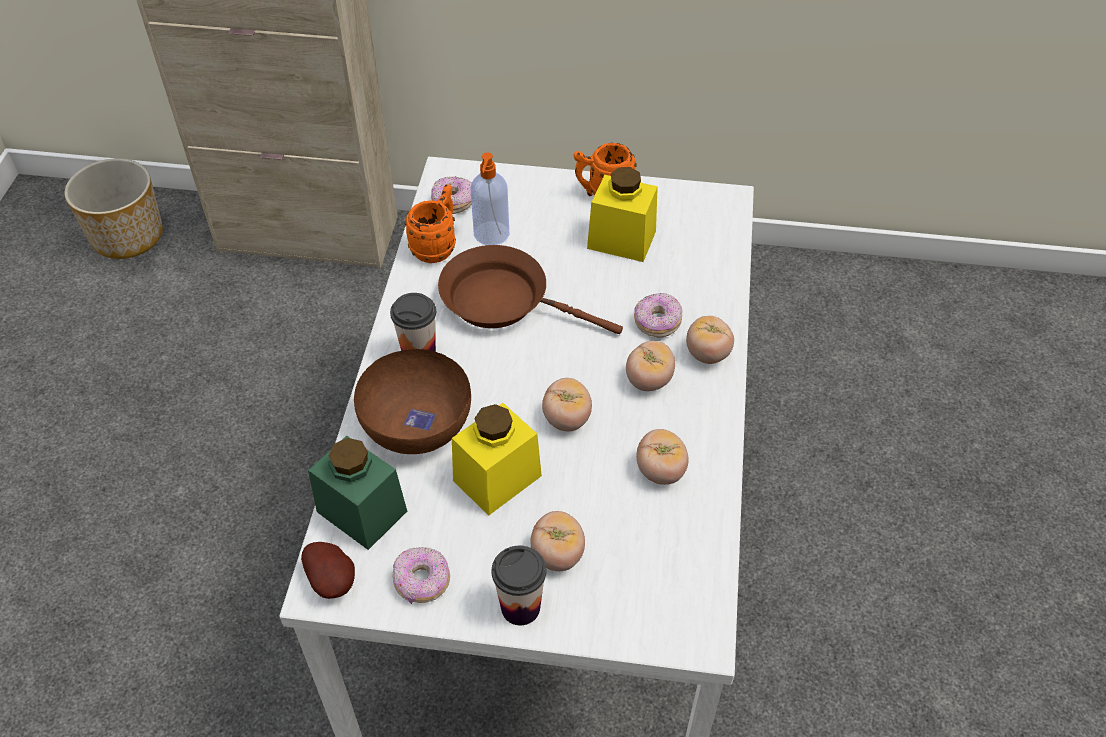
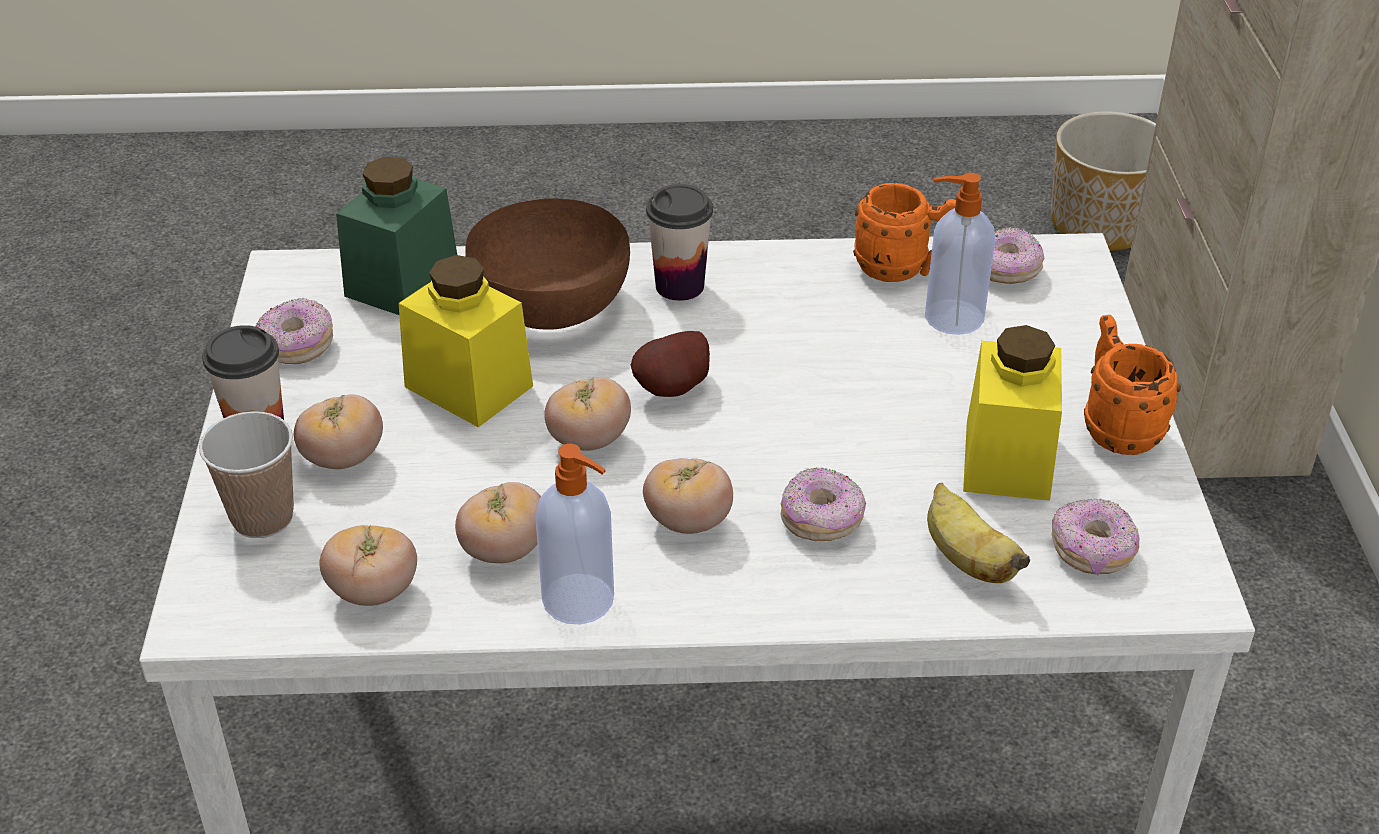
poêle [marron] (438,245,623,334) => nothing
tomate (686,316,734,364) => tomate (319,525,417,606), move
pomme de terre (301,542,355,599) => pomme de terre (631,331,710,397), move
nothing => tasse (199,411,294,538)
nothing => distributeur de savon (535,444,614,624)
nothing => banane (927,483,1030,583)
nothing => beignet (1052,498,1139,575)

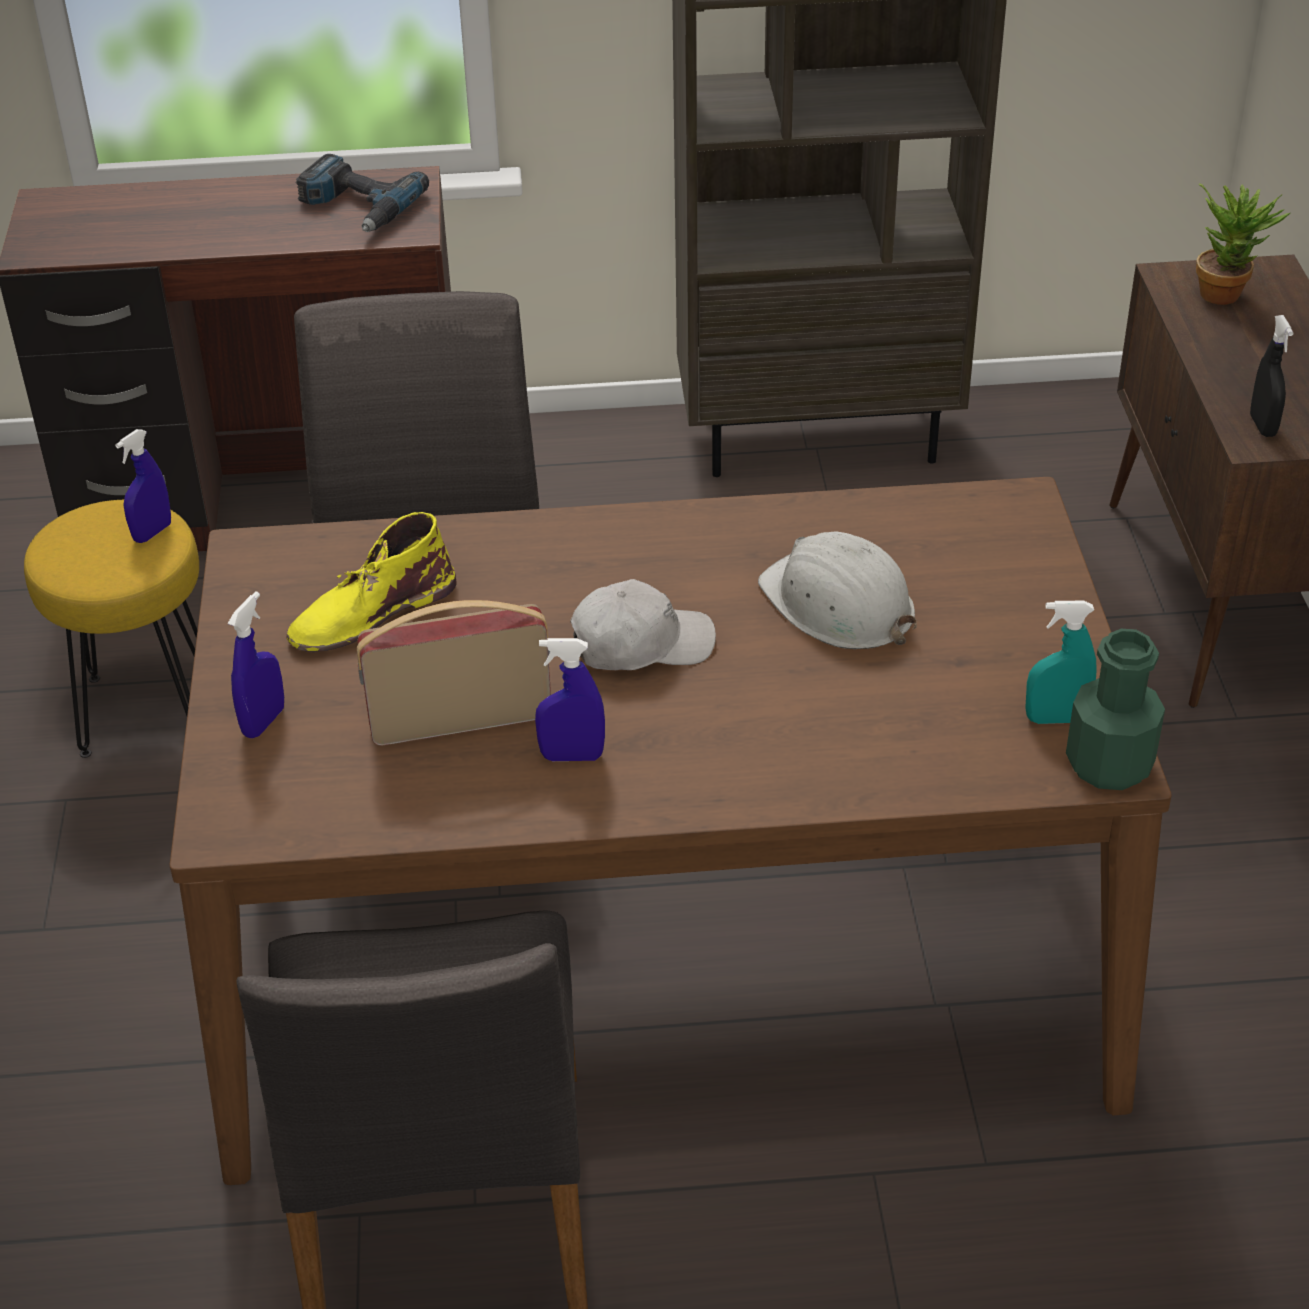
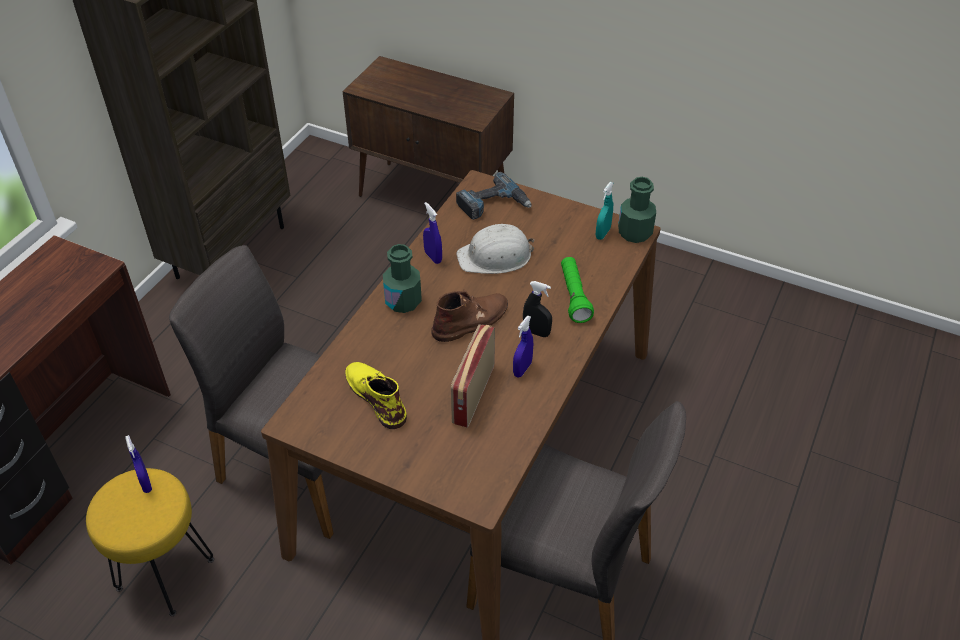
perceuse (296,154,429,232) => perceuse (456,172,532,220), move
plante en pot (1196,183,1290,305) => nothing
vaporisateur [noir] (1250,315,1293,437) => vaporisateur [noir] (523,281,552,337), move
botte [jaune] (287,512,456,652) => botte [jaune] (345,362,407,429), 150 degrees clockwise
casquette [blanc] (570,579,716,670) => botte [marron] (431,289,508,342)
vaporisateur [bleu] (228,591,284,738) => vaporisateur [bleu] (423,202,442,264), move
nothing => bouteille [vert] (383,244,422,313)
nothing => lampe de poche [vert] (561,257,594,323)

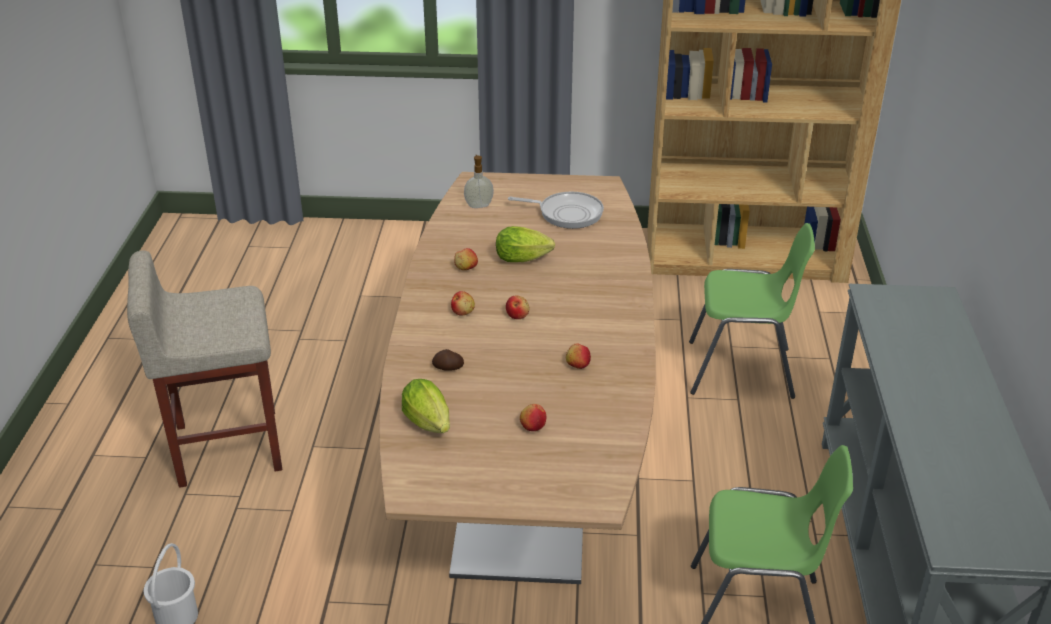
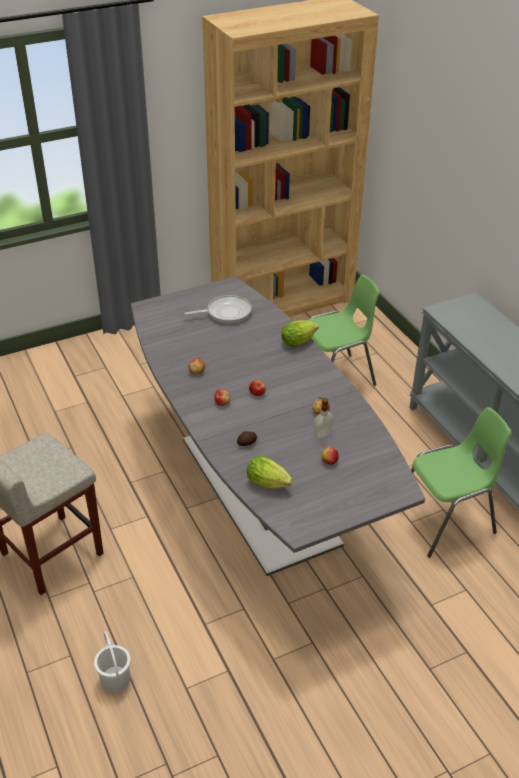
distributeur de savon (464,155,494,208) => distributeur de savon (313,397,334,438), move
table à manger [marron] (379,172,656,584) => table à manger [gris] (131,276,425,576)
laitue (496,226,555,262) => laitue (281,320,319,347), move

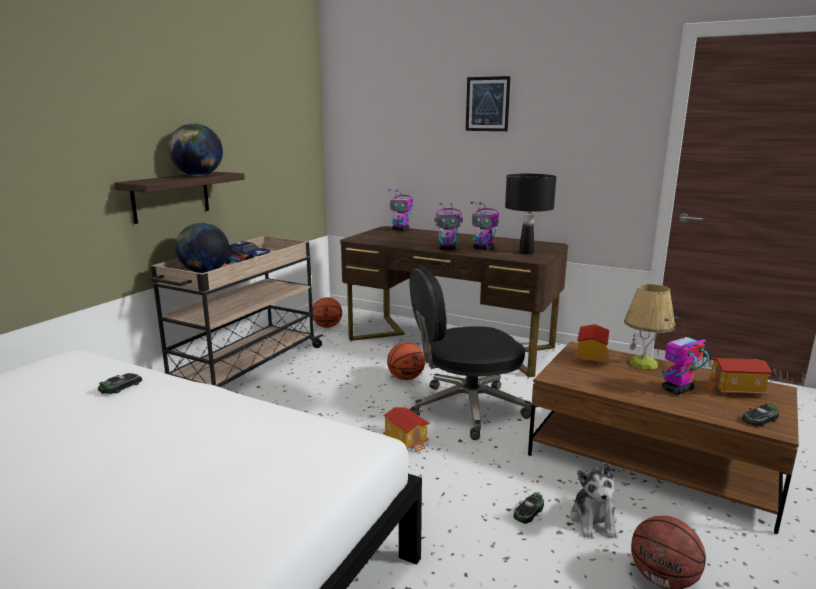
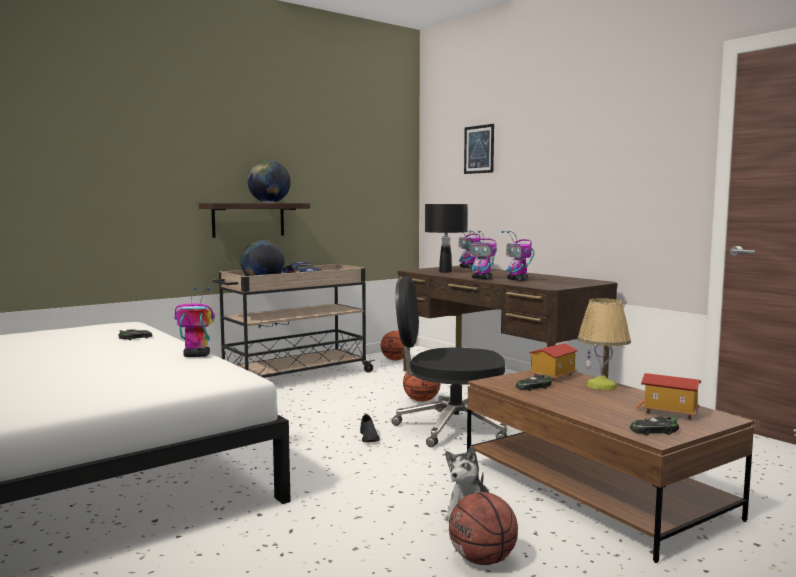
tableau (466,76,511,131) => tableau (464,124,494,174), move
lampe de table [noir] (505,174,556,254) => lampe de table [noir] (425,204,468,273), move
robot jouet (661,316,709,395) => robot jouet (174,287,215,357), move
maison miniature (383,407,430,453) => chaussure [noir] (360,414,380,442)
petite voiture (513,492,544,524) => petite voiture (516,375,552,391), move

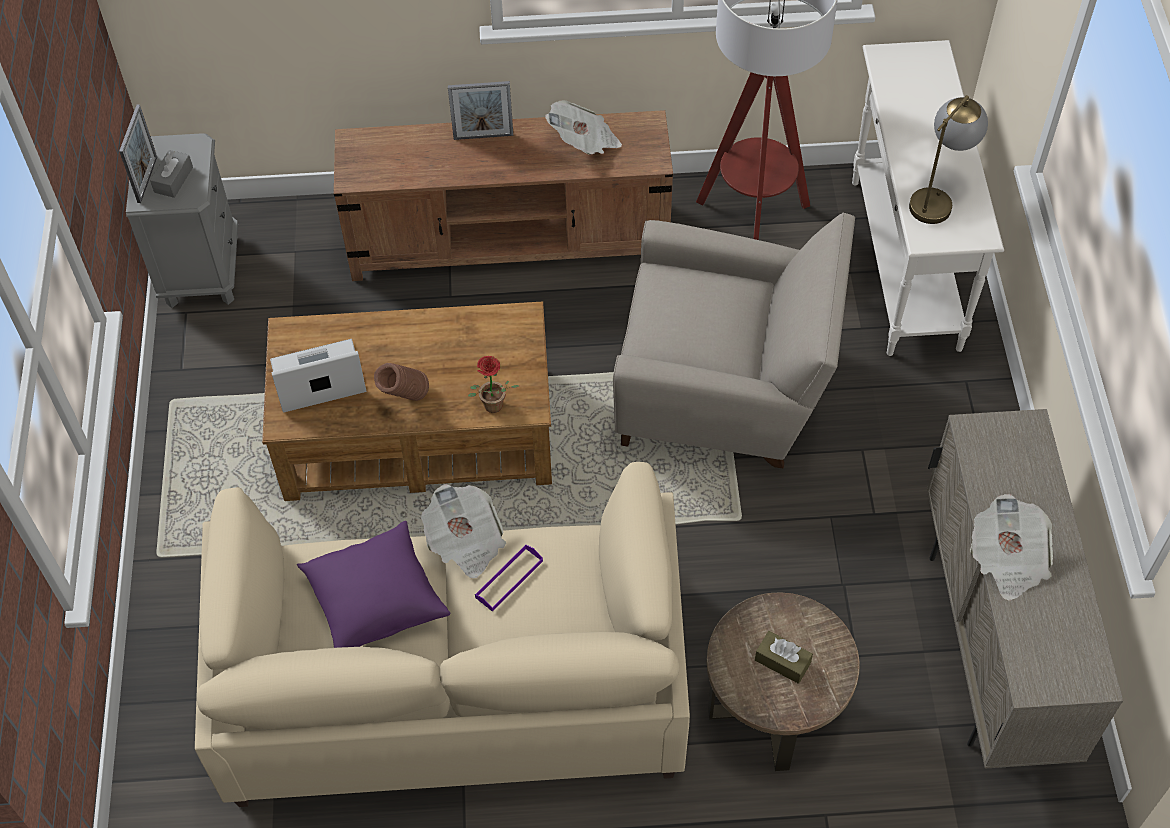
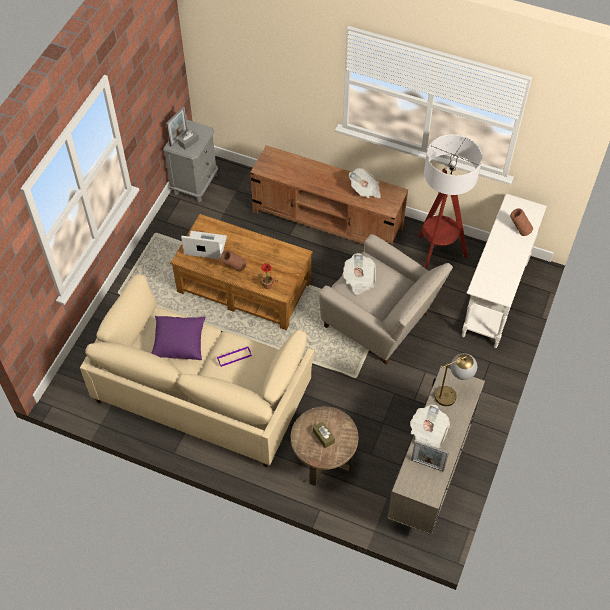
cadre photo (448,81,513,140) => cadre photo (411,440,449,472), move
lampe de table (909,95,988,224) => lampe de table (435,353,477,406), move
journal (421,484,506,578) => journal (343,253,376,295), move
nothing => vase [marron] (510,209,533,236)

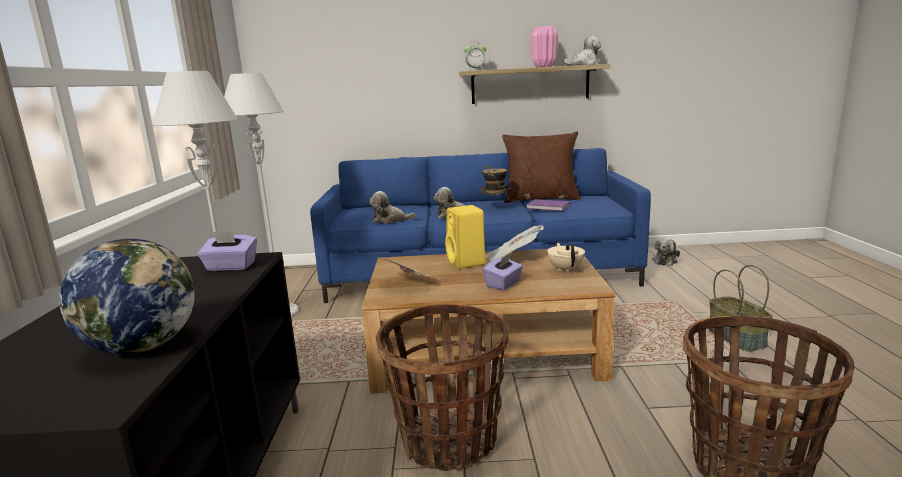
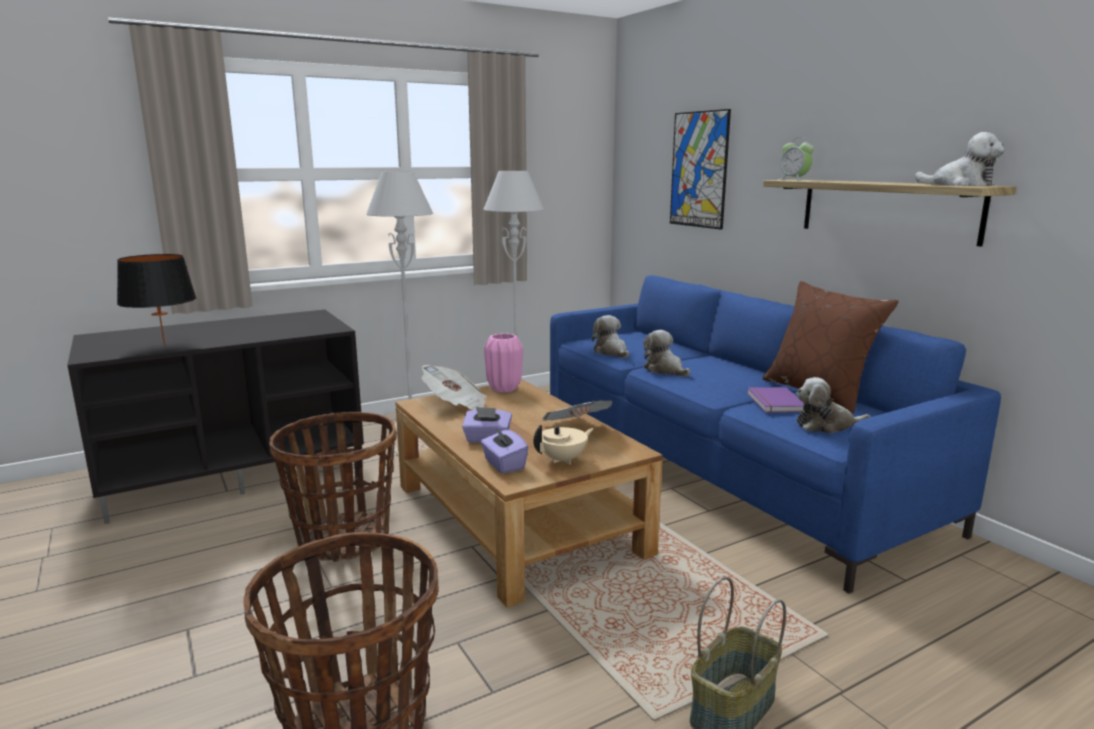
vase [rose] (531,26,558,67) => vase [rose] (484,333,523,393), move
chapeau (479,165,512,204) => nothing
enceinte [jaune] (445,205,486,269) => nothing
boîte à mouchoirs [violet] (197,231,257,271) => boîte à mouchoirs [violet] (481,426,528,474), move
peluche (652,238,680,266) => peluche (796,377,871,433), move
globe (59,239,195,354) => lampe de table [noir] (117,254,197,346)
nothing => tableau (670,109,731,230)

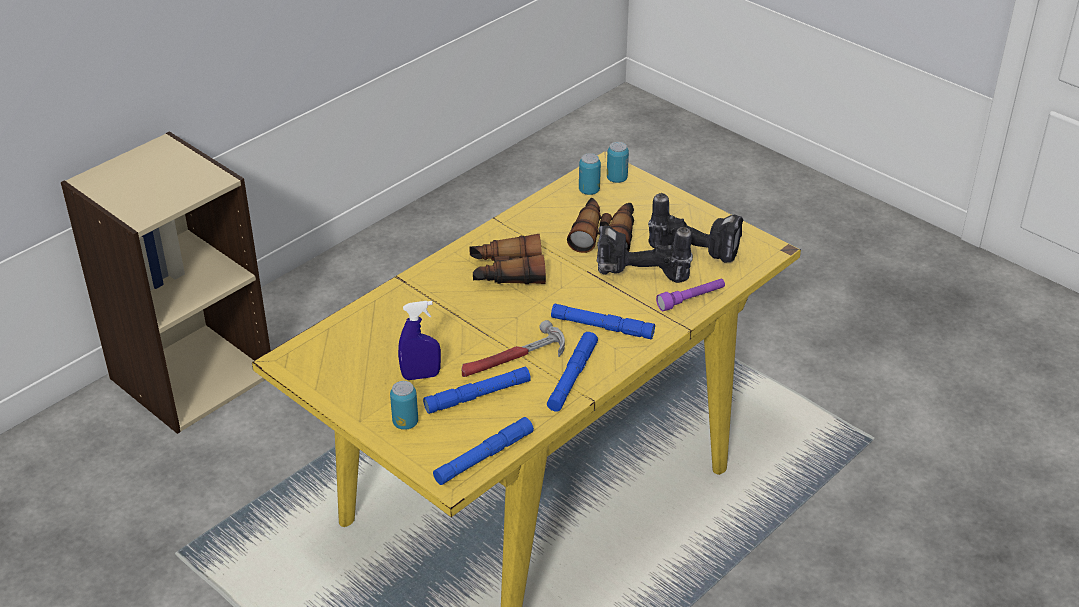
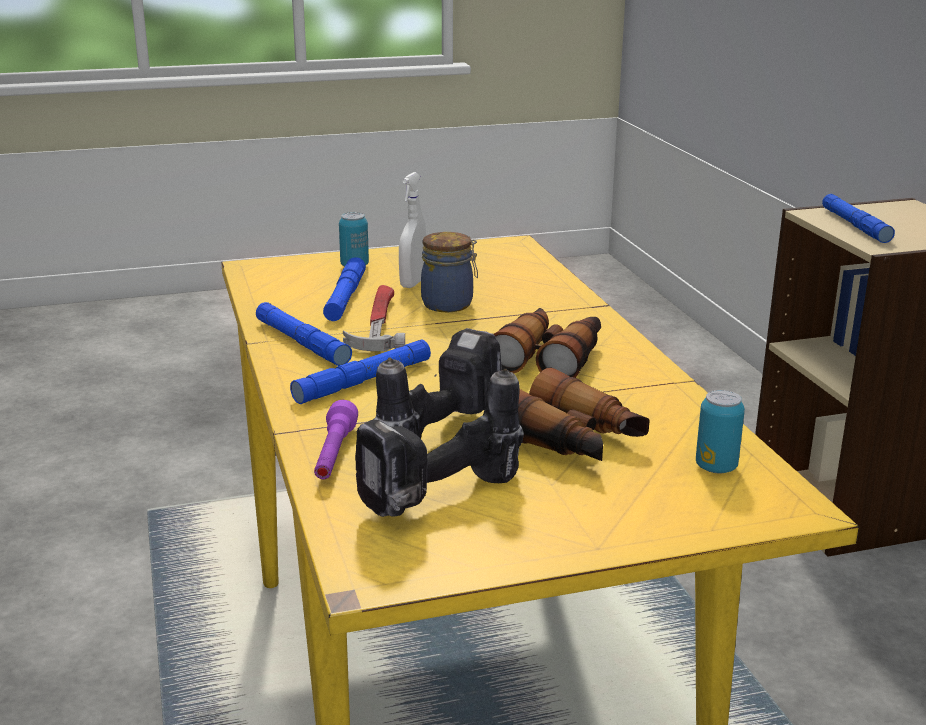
boîte métallique (607,142,629,183) => nothing
vaporisateur [bleu] (398,301,441,380) => vaporisateur [blanc] (399,172,426,288)
lampe de poche [bleu] (433,417,534,485) => lampe de poche [bleu] (822,194,895,243), move
nothing => bocal (421,232,478,312)

